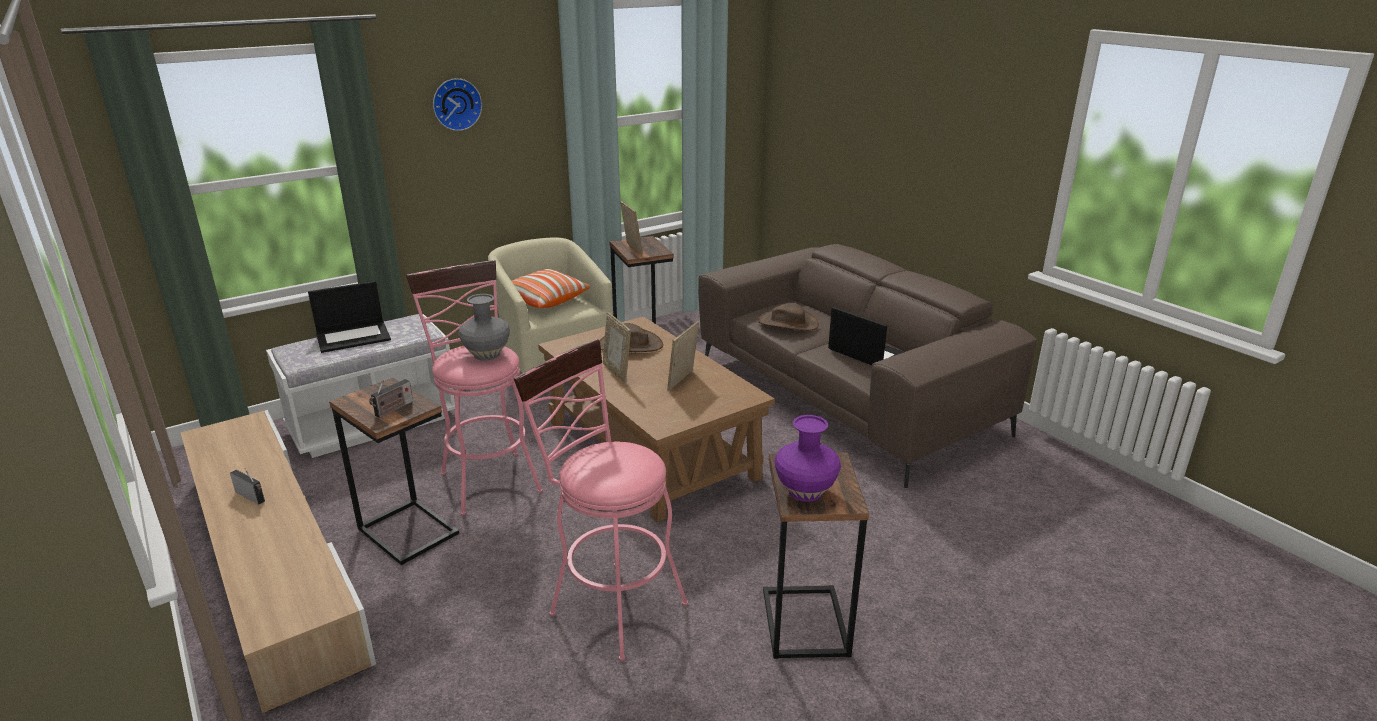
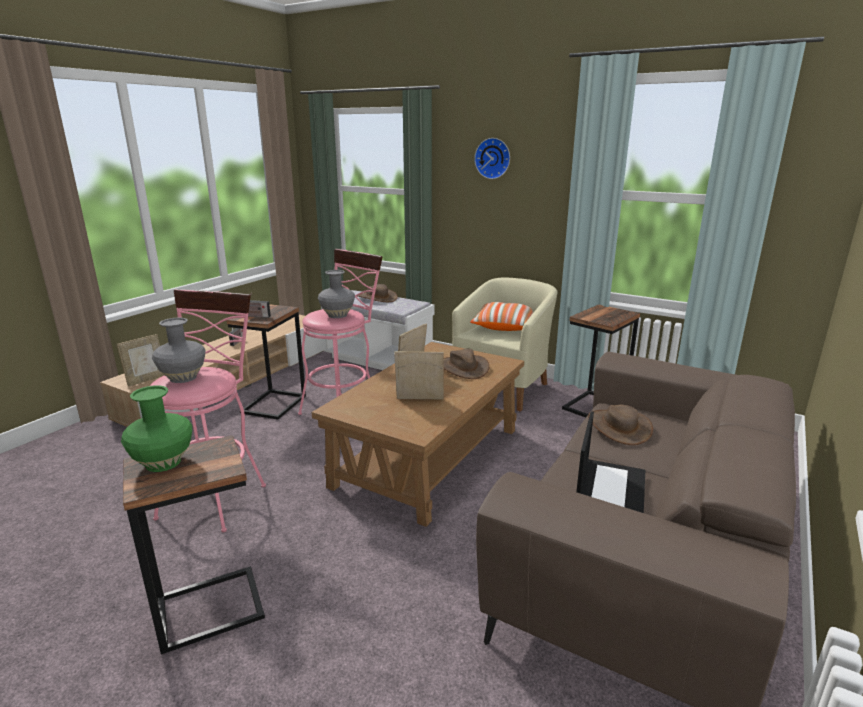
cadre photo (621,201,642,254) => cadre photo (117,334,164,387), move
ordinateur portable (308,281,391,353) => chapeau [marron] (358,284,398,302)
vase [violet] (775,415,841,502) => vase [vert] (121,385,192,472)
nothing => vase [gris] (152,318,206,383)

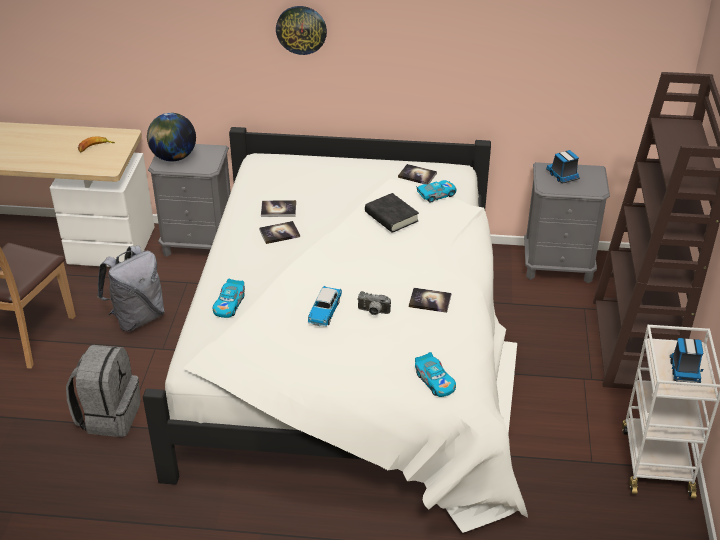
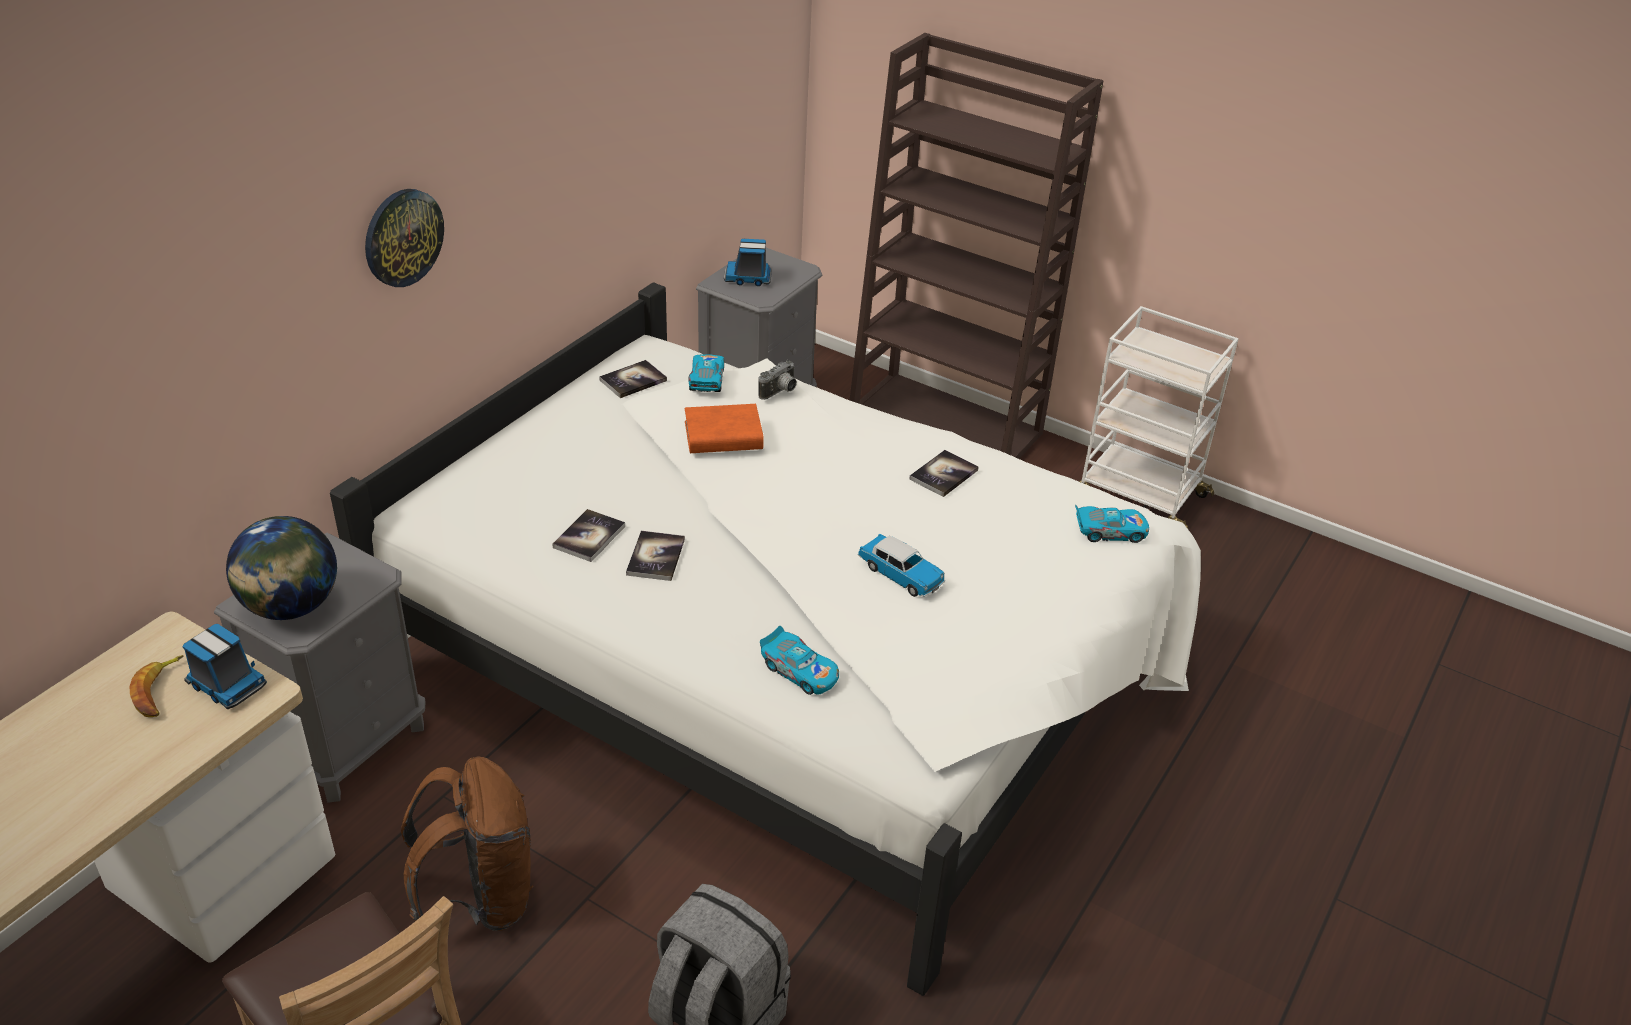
livre [noir] (365,193,419,233) => livre [orange] (685,404,764,453)
sac à dos [gris] (97,246,165,331) => sac à dos [marron] (401,756,533,931)
appareil photo (357,291,391,315) => appareil photo (758,360,797,400), move
camion jouet (670,338,703,383) => camion jouet (182,624,267,709), move

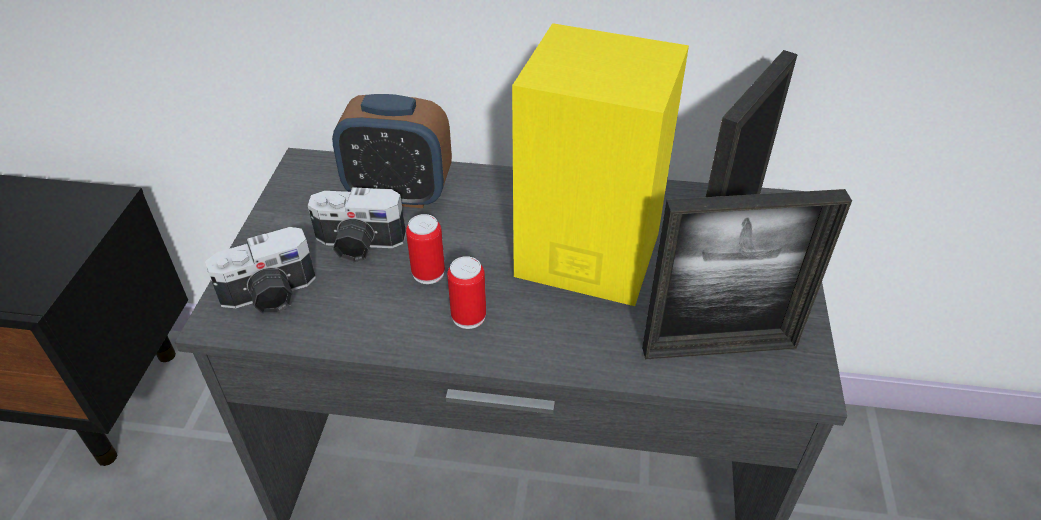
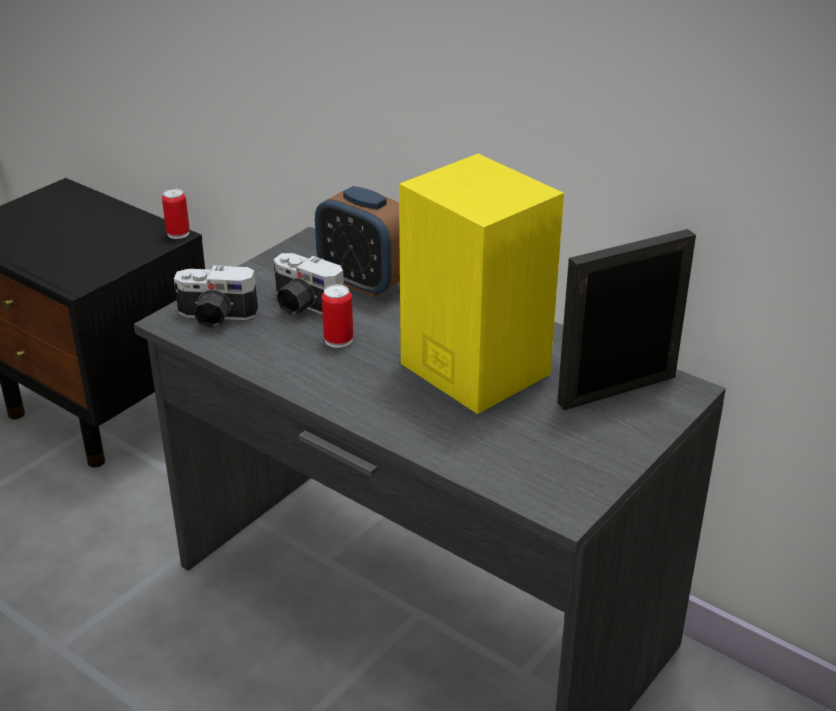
cadre photo (642,189,852,360) => nothing
boîte métallique (447,256,486,329) => boîte métallique (162,189,190,239), move

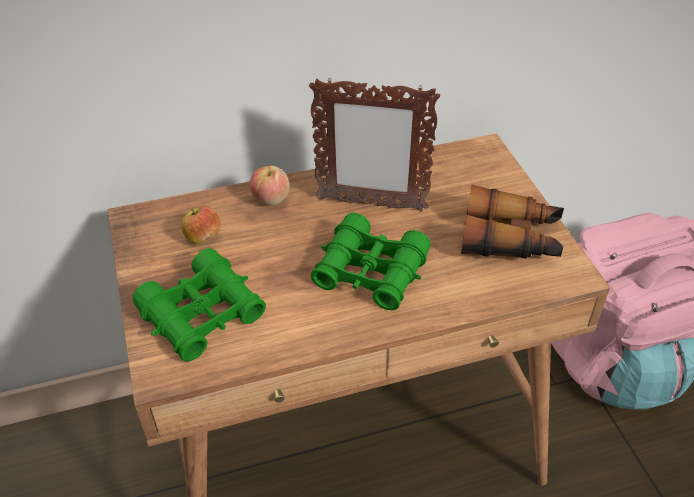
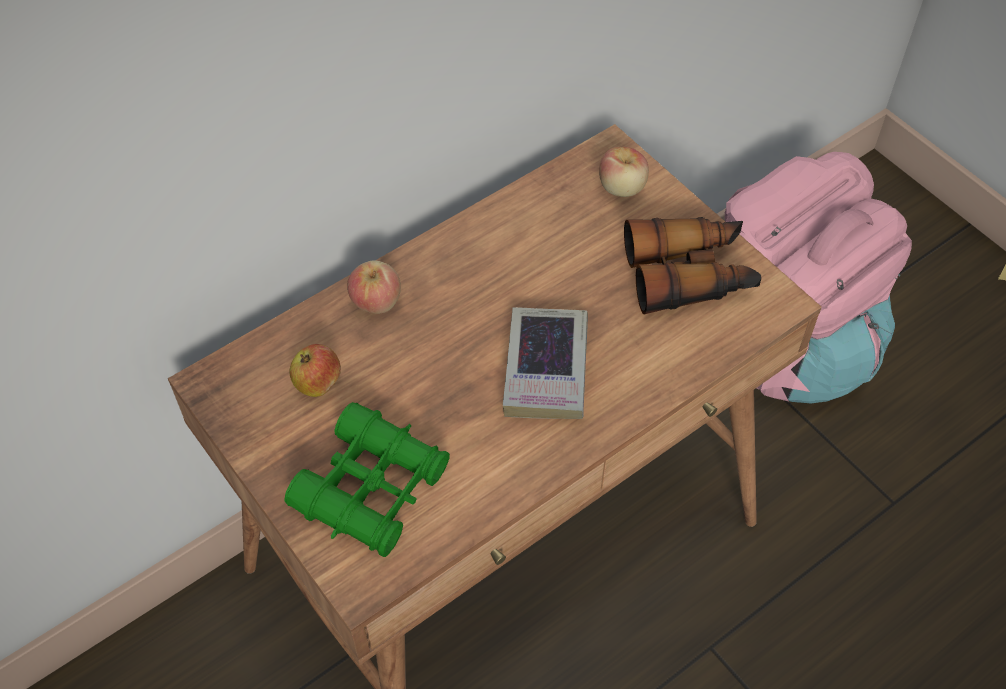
cadre photo (309,79,440,212) => nothing
jumelles [vert] (311,212,431,311) => livre (503,307,588,419)
nothing => pomme (599,147,649,197)

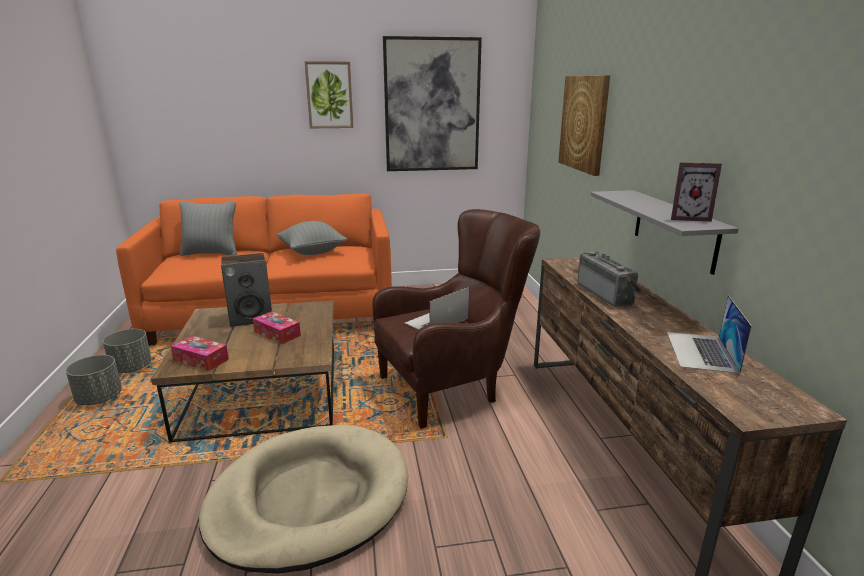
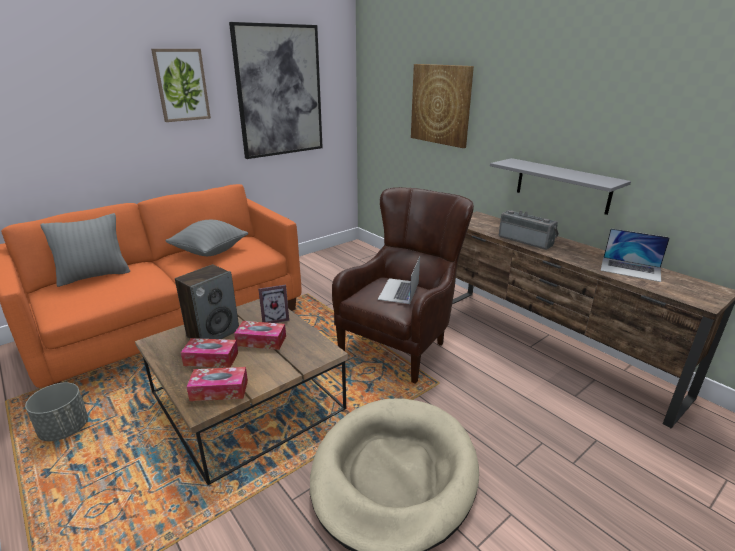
cadre photo (671,162,722,222) => cadre photo (258,285,289,323), move
ordinateur portable (667,295,752,374) => ordinateur portable (601,228,670,282), 45 degrees counterclockwise
cache-pot [gris] (66,355,122,405) => nothing
nothing => boîte à mouchoirs (181,338,238,368)

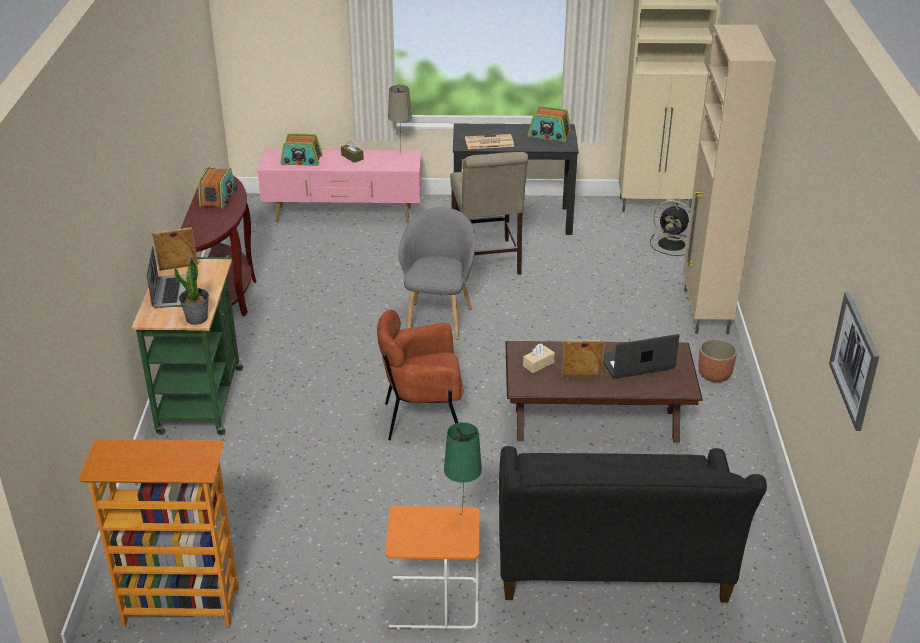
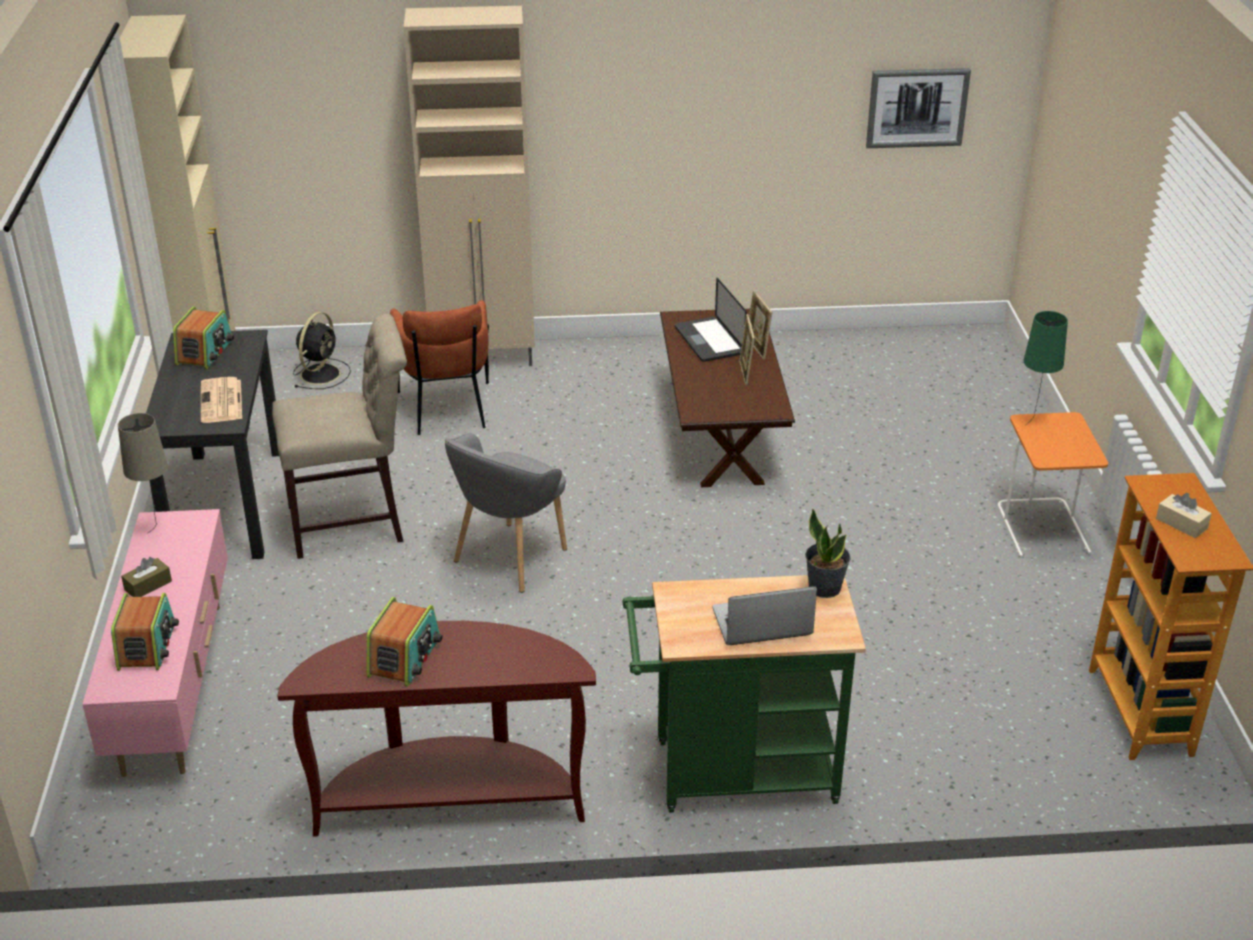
radio (198,166,237,209) => radio (367,597,442,687), 105 degrees clockwise
fauteuil [gris] (398,207,476,340) => fauteuil [gris] (445,433,567,593), 60 degrees counterclockwise
cadre photo (152,227,198,271) => cadre photo (749,290,772,360), move
fauteuil [marron] (377,309,463,440) => fauteuil [marron] (390,300,489,435), move
cache-pot (698,339,737,382) => nothing
boîte à mouchoirs [beige] (523,343,555,373) => boîte à mouchoirs [beige] (1156,493,1212,538), move
canapé [noir] (499,446,767,603) => nothing

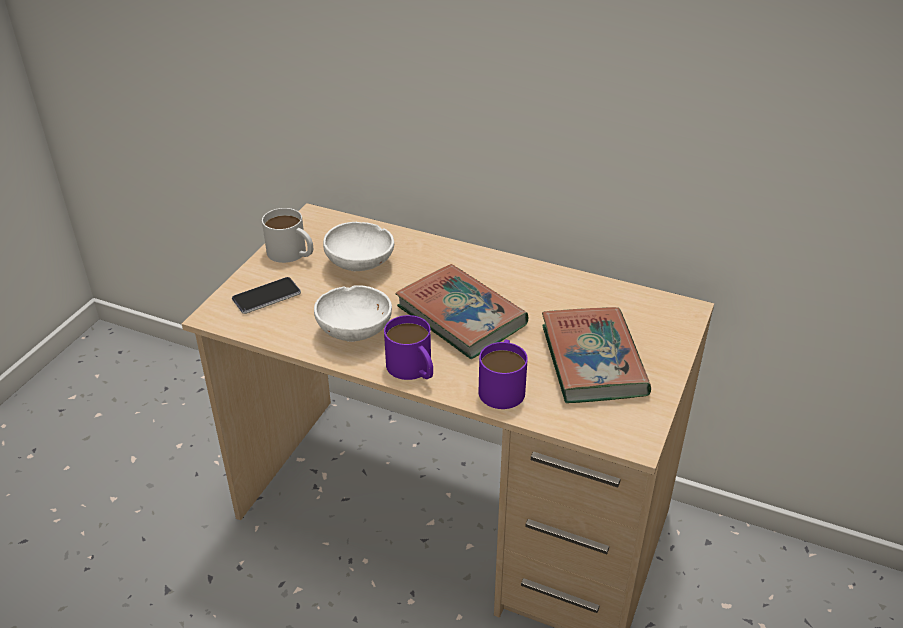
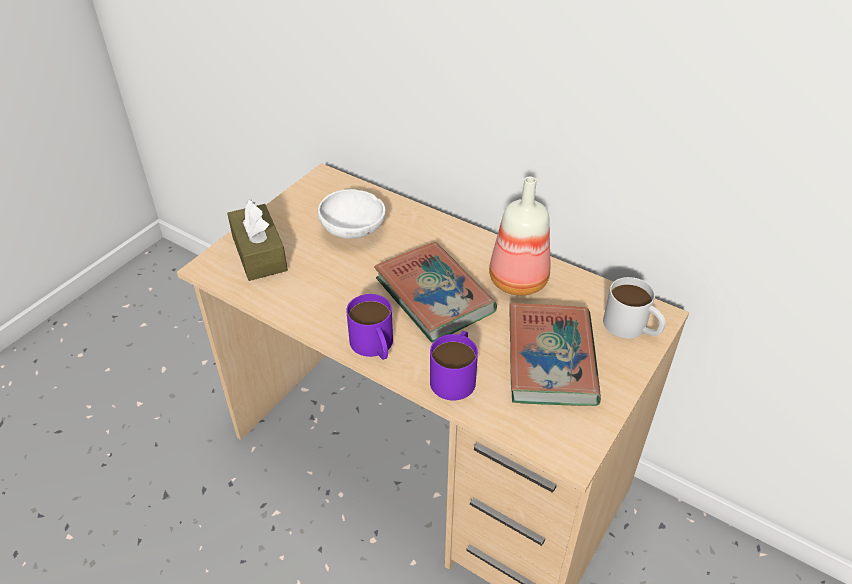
mug [blanc] (262,208,313,263) => mug [blanc] (603,277,666,338), move
téléphone (232,277,301,314) => boîte à mouchoirs [marron] (227,199,288,281)
bol [blanc] (314,285,392,342) => nothing
nothing => bouteille (489,177,550,295)

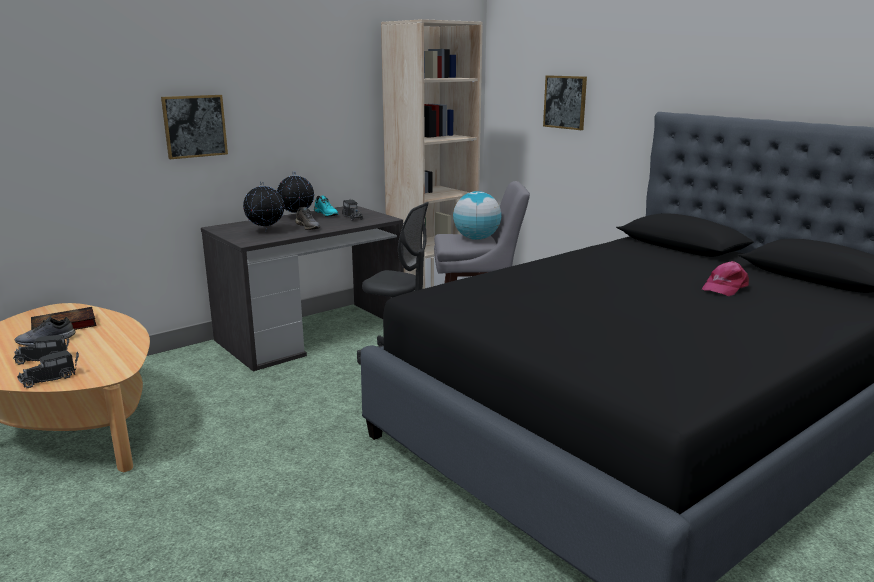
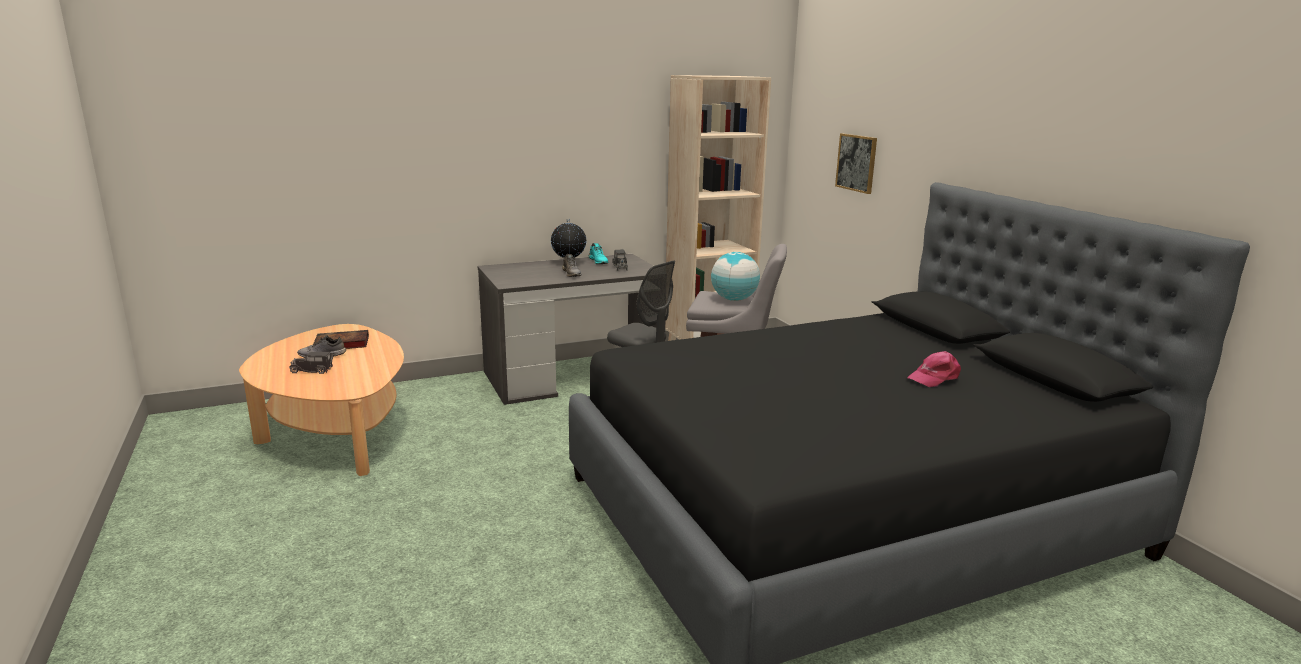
tableau (161,95,228,159) => nothing
globe (243,181,284,232) => nothing
camion jouet (17,350,79,388) => nothing

